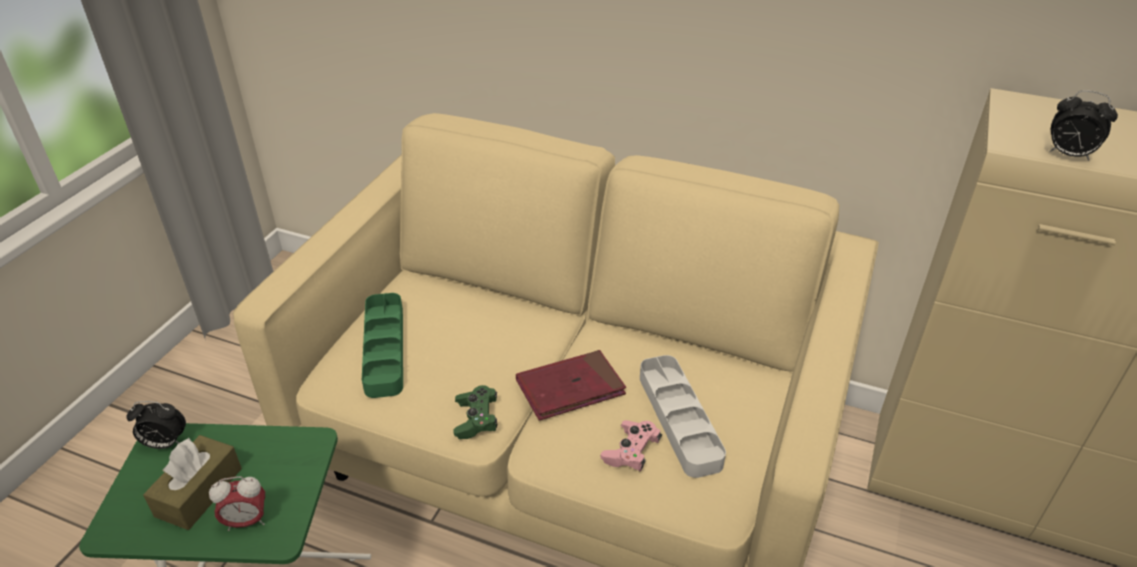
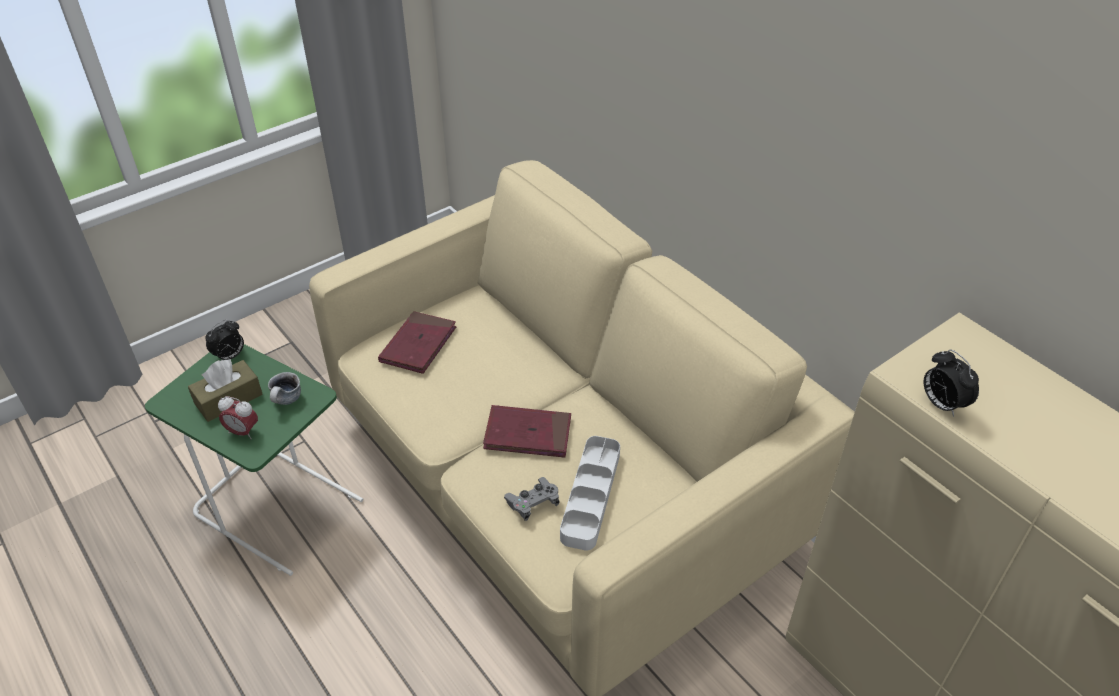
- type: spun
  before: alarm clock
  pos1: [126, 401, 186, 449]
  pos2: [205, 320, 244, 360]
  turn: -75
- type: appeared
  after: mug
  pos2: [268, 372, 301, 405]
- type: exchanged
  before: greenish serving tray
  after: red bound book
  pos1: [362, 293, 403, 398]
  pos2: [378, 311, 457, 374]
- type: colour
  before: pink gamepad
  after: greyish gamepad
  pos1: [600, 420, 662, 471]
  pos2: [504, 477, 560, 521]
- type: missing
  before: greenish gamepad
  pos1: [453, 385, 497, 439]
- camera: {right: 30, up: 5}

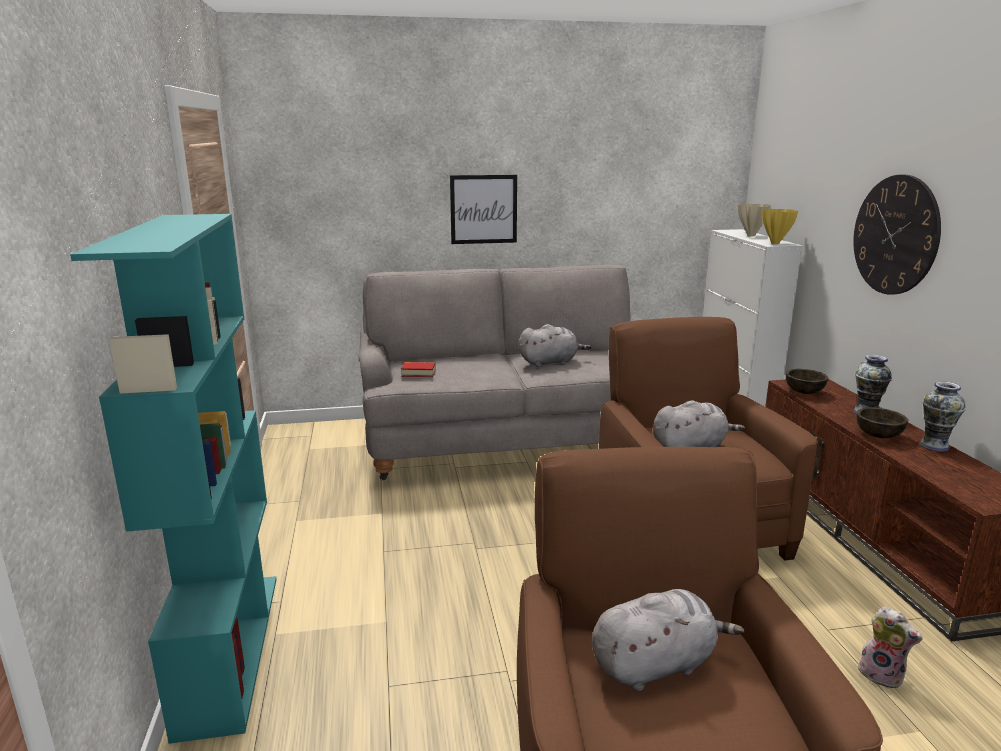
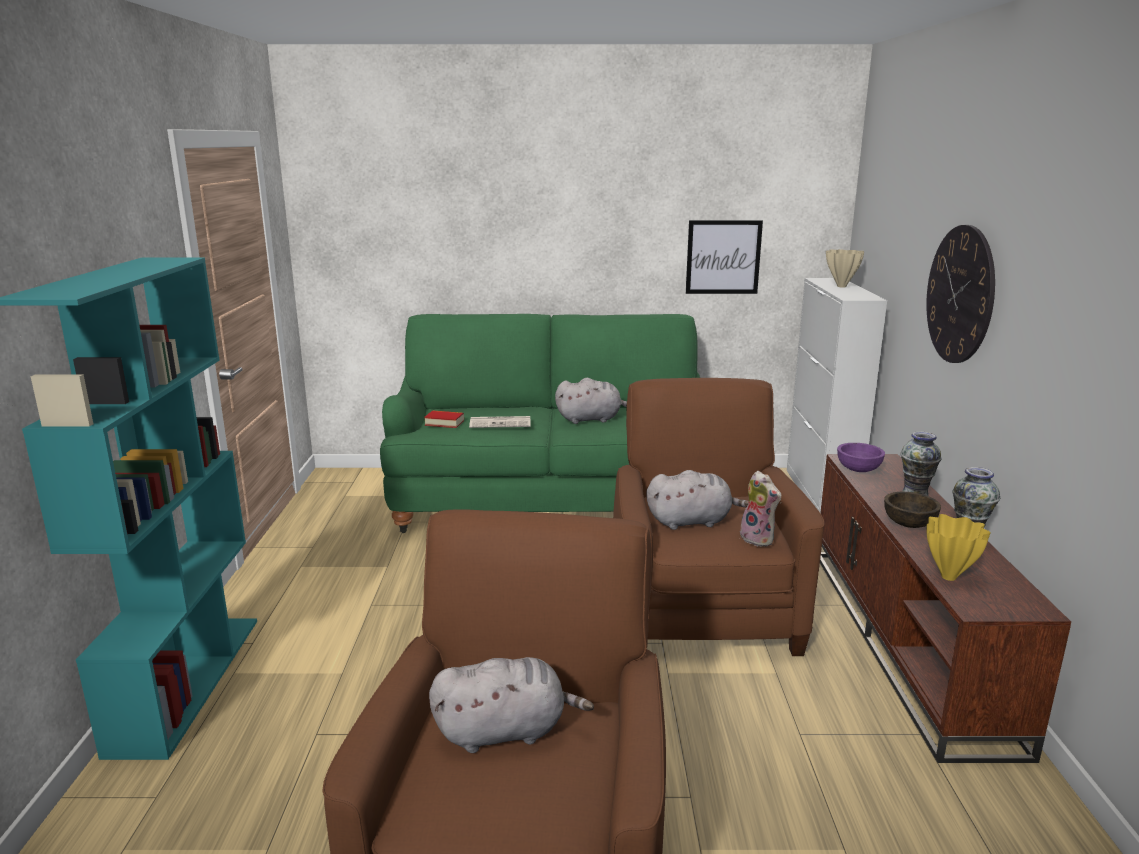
- type: colour
  before: greyish couch
  after: greenish couch
  pos1: [358, 265, 630, 480]
  pos2: [380, 314, 700, 533]
- type: appeared
  after: daily paper
  pos2: [469, 416, 531, 428]
- type: relocated
  before: wall picture
  pos1: [450, 175, 517, 244]
  pos2: [686, 220, 763, 294]
- type: relocated
  before: soft toy
  pos1: [858, 606, 922, 689]
  pos2: [740, 471, 781, 547]
- type: colour
  before: brown-coloured serving bowl
  after: purplish serving bowl
  pos1: [786, 369, 828, 394]
  pos2: [837, 443, 885, 472]
- type: relocated
  before: yellow-coloured decorative vase
  pos1: [762, 209, 798, 244]
  pos2: [927, 514, 991, 581]
- camera: {right: 10, up: 0}

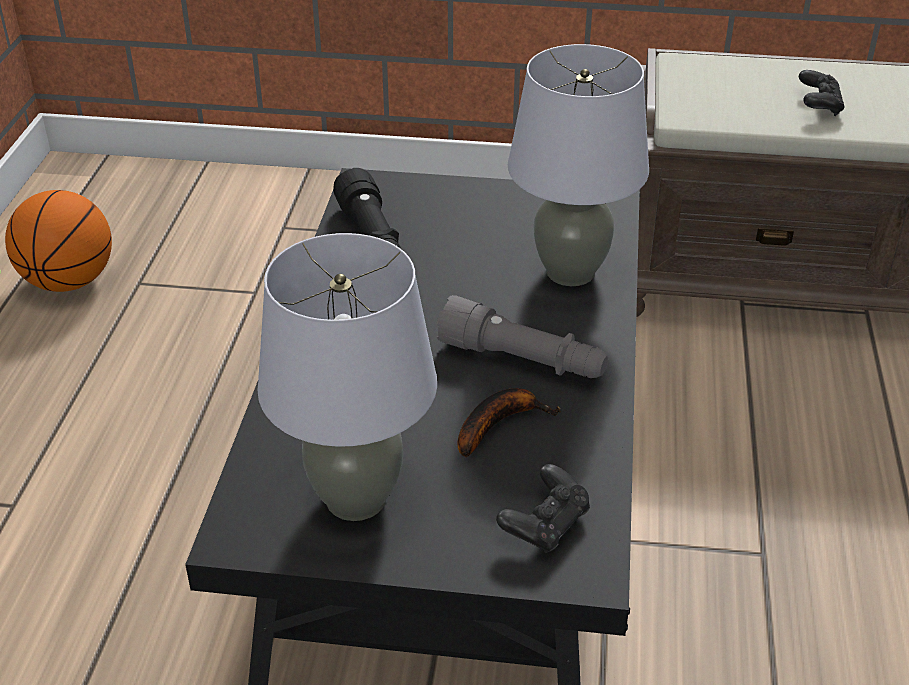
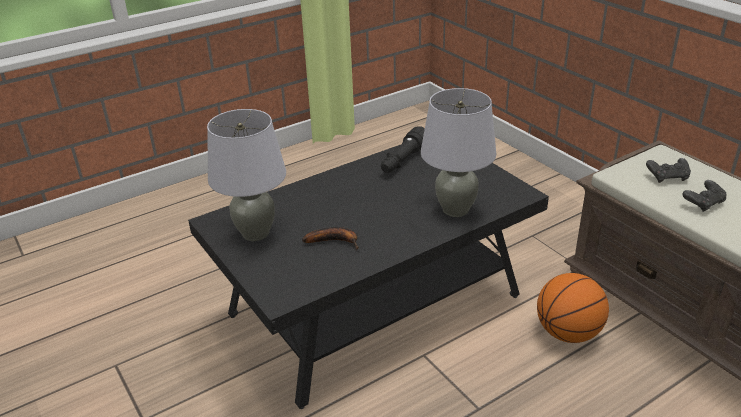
- type: relocated
  before: ball for basketball
  pos1: [5, 190, 112, 292]
  pos2: [537, 273, 609, 343]
- type: relocated
  before: black-coloured gamepad
  pos1: [496, 464, 590, 553]
  pos2: [646, 158, 691, 183]
- type: missing
  before: greyish torch
  pos1: [437, 295, 608, 378]
- camera: {right: 50, up: -5}

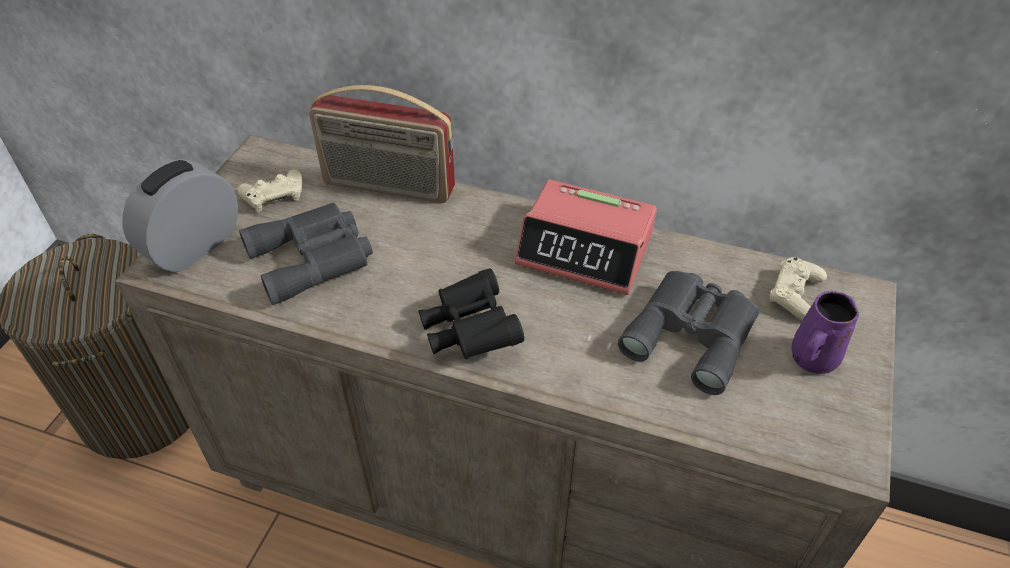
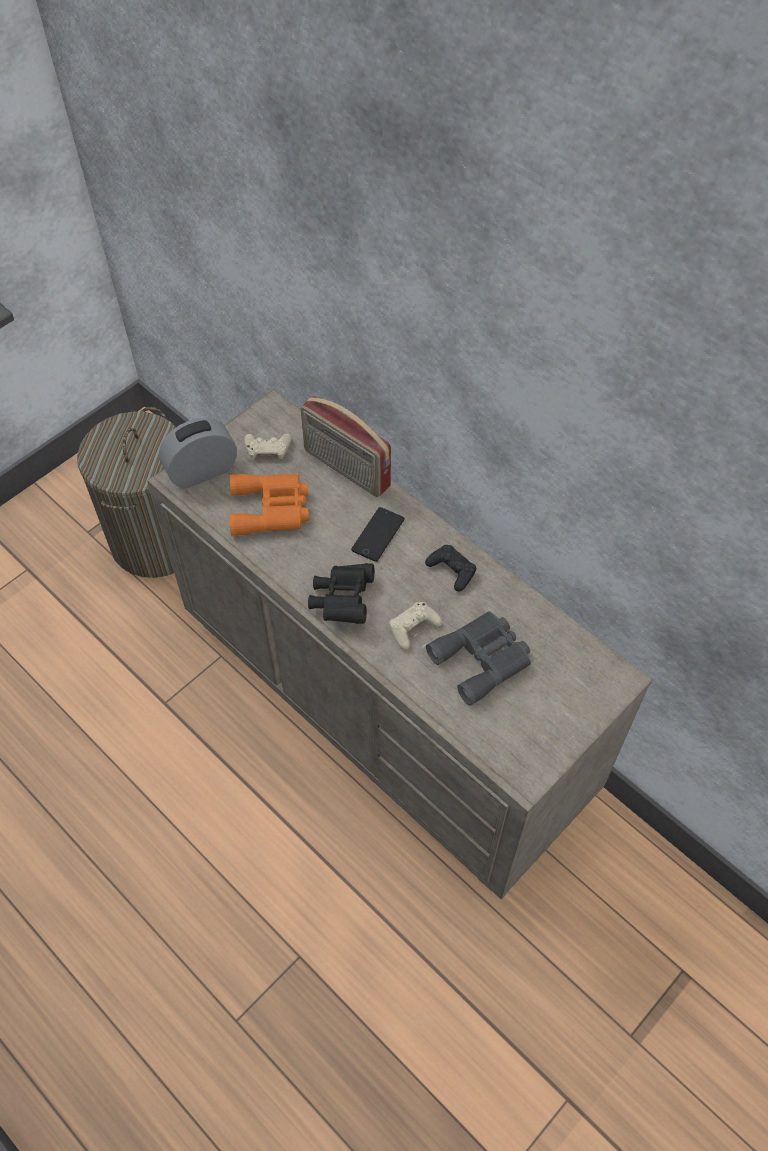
- type: colour
  before: greyish field glasses
  after: orange field glasses
  pos1: [239, 202, 373, 305]
  pos2: [230, 474, 309, 536]
- type: appeared
  after: handset
  pos2: [351, 507, 404, 562]
- type: relocated
  before: sand-coloured gamepad
  pos1: [770, 257, 827, 320]
  pos2: [389, 602, 442, 650]
- type: exchanged
  before: alarm clock
  after: black-coloured gamepad
  pos1: [514, 180, 657, 295]
  pos2: [425, 545, 476, 592]
- type: missing
  before: purplish mug
  pos1: [792, 291, 859, 374]
- camera: {right: 25, up: 10}

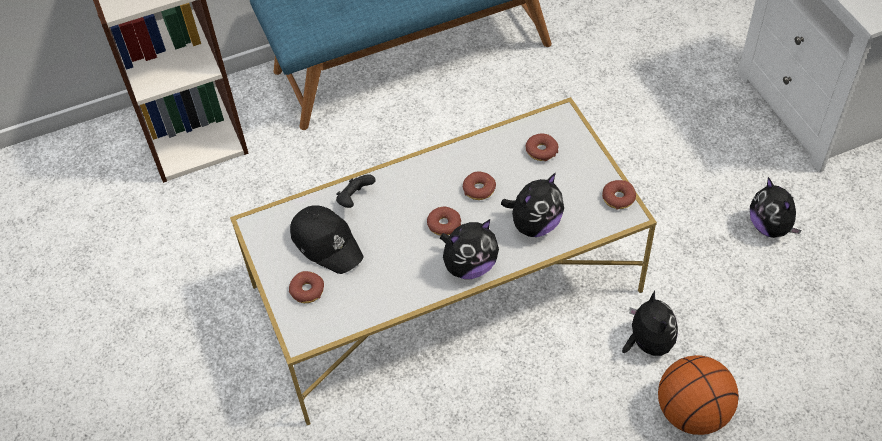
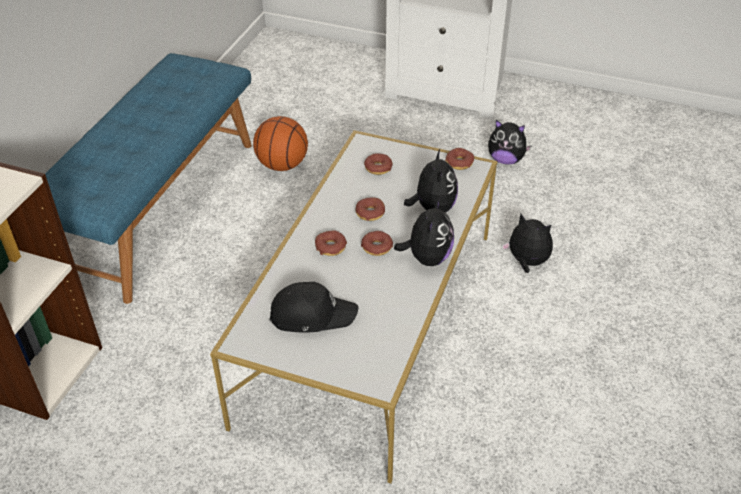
- type: relocated
  before: ball for basketball
  pos1: [658, 355, 739, 435]
  pos2: [253, 116, 308, 171]
- type: relocated
  before: doughnut
  pos1: [289, 271, 324, 303]
  pos2: [315, 230, 347, 256]
- type: missing
  before: black-coloured gamepad
  pos1: [336, 174, 376, 208]
- camera: {right: -50, up: -10}

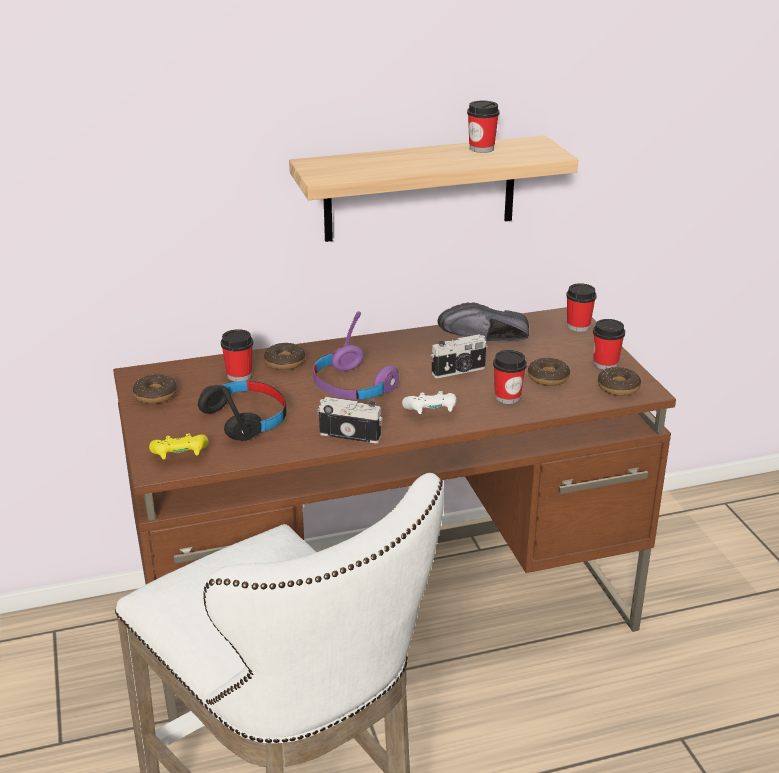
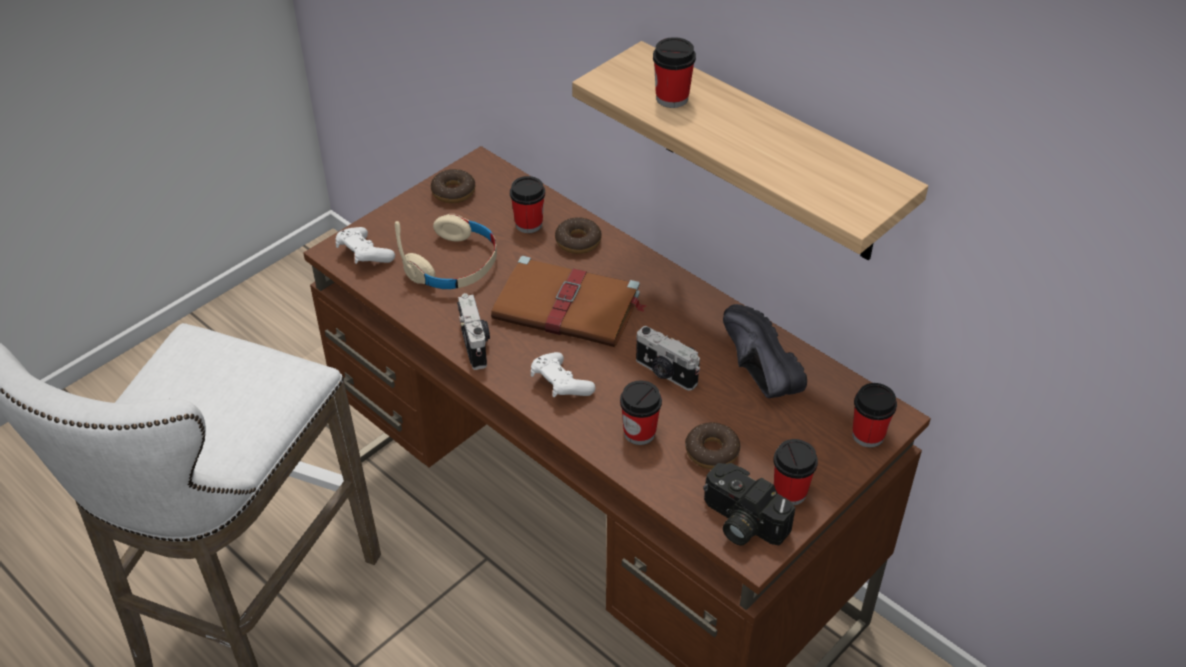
- type: colour
  before: yellow-coloured gamepad
  after: whitish gamepad
  pos1: [149, 433, 209, 460]
  pos2: [336, 227, 395, 264]
- type: colour
  before: black-coloured pair of headphones
  after: sand-coloured pair of headphones
  pos1: [198, 381, 286, 441]
  pos2: [395, 214, 497, 289]
- type: exchanged
  before: purplish pair of headphones
  after: brown-coloured bound book
  pos1: [313, 311, 399, 400]
  pos2: [491, 256, 646, 347]
- type: relocated
  before: cup
  pos1: [467, 101, 500, 153]
  pos2: [653, 37, 696, 108]
- type: exchanged
  before: doughnut
  after: still camera
  pos1: [598, 367, 641, 396]
  pos2: [703, 463, 795, 546]
- camera: {right: 60, up: 15}

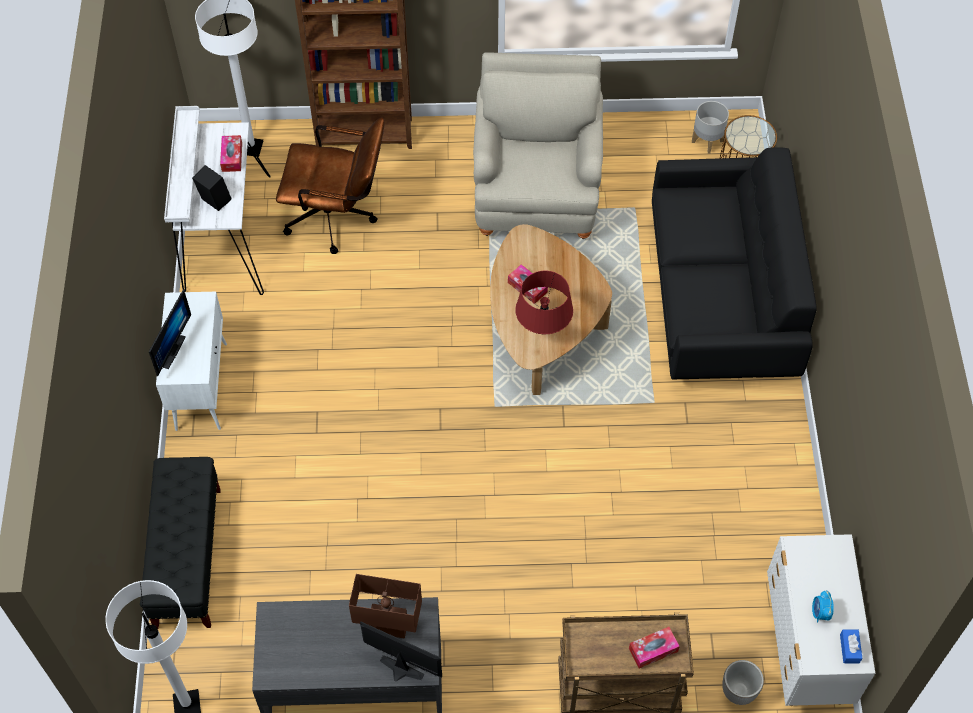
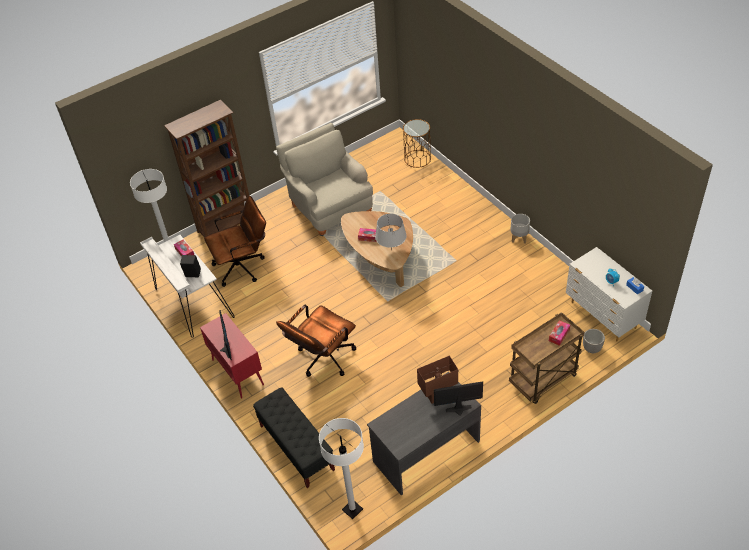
- type: colour
  before: whitish storage cabinet
  after: red storage cabinet
  pos1: [156, 292, 227, 431]
  pos2: [200, 313, 264, 398]
- type: appeared
  after: brown-coloured office chair
  pos2: [276, 305, 356, 377]
- type: colour
  before: red lamp for a table
  after: greyish lamp for a table
  pos1: [515, 271, 573, 334]
  pos2: [375, 213, 407, 249]
- type: relocated
  before: greyish flower pot
  pos1: [692, 101, 729, 154]
  pos2: [510, 214, 530, 244]
- type: missing
  before: black-coloured couch
  pos1: [652, 147, 817, 380]
- camera: {right: -30, up: -10}

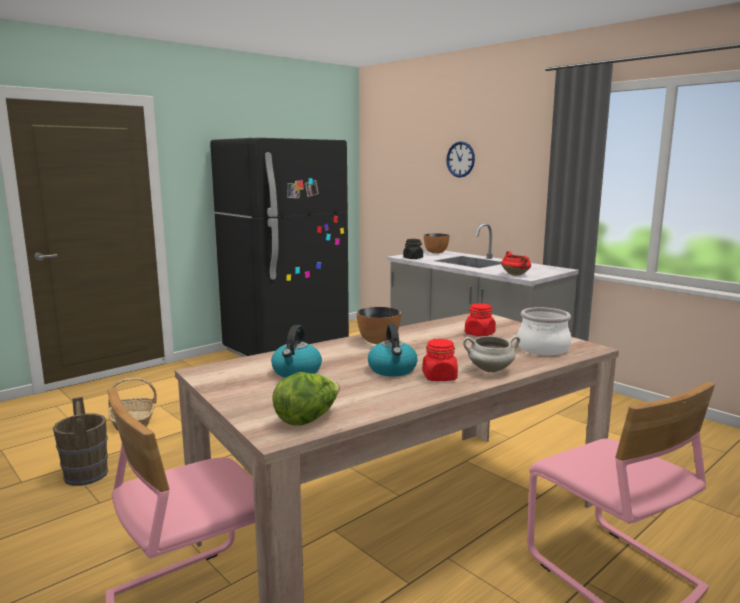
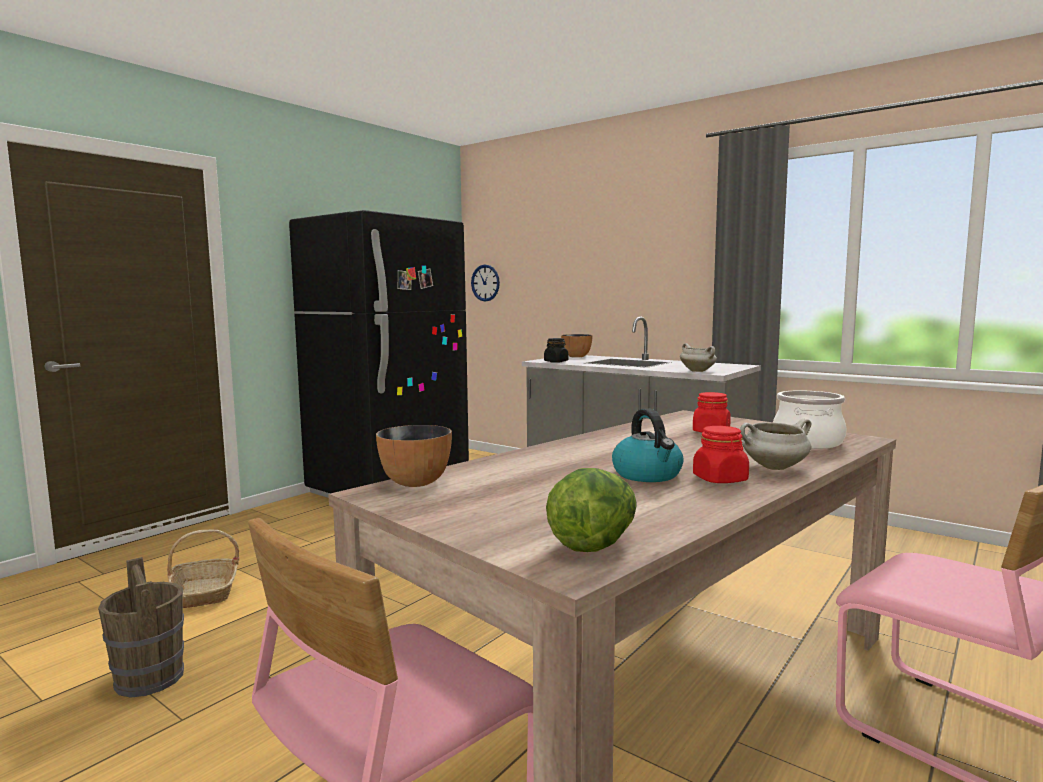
- type: relocated
  before: serving bowl
  pos1: [357, 307, 401, 344]
  pos2: [376, 425, 452, 487]
- type: relocated
  before: clock on the wall
  pos1: [446, 141, 475, 178]
  pos2: [471, 264, 500, 302]
- type: colour
  before: red cooking pot
  after: whitish cooking pot
  pos1: [501, 251, 531, 276]
  pos2: [680, 343, 717, 372]
- type: missing
  before: water kettle
  pos1: [271, 325, 322, 378]
- camera: {right: -10, up: -5}

